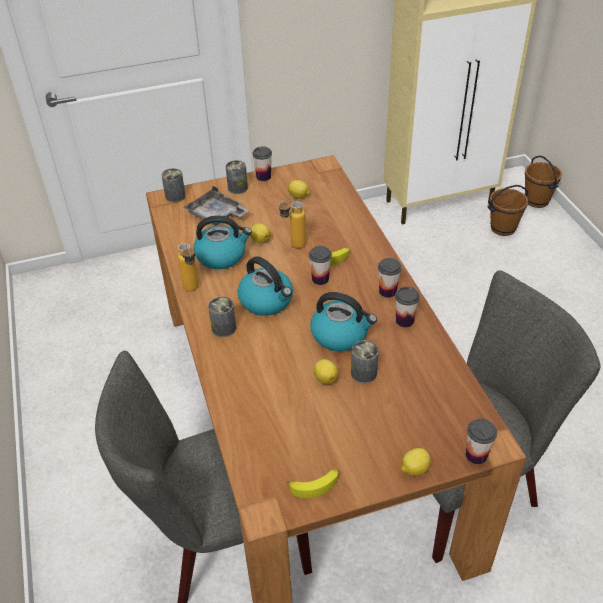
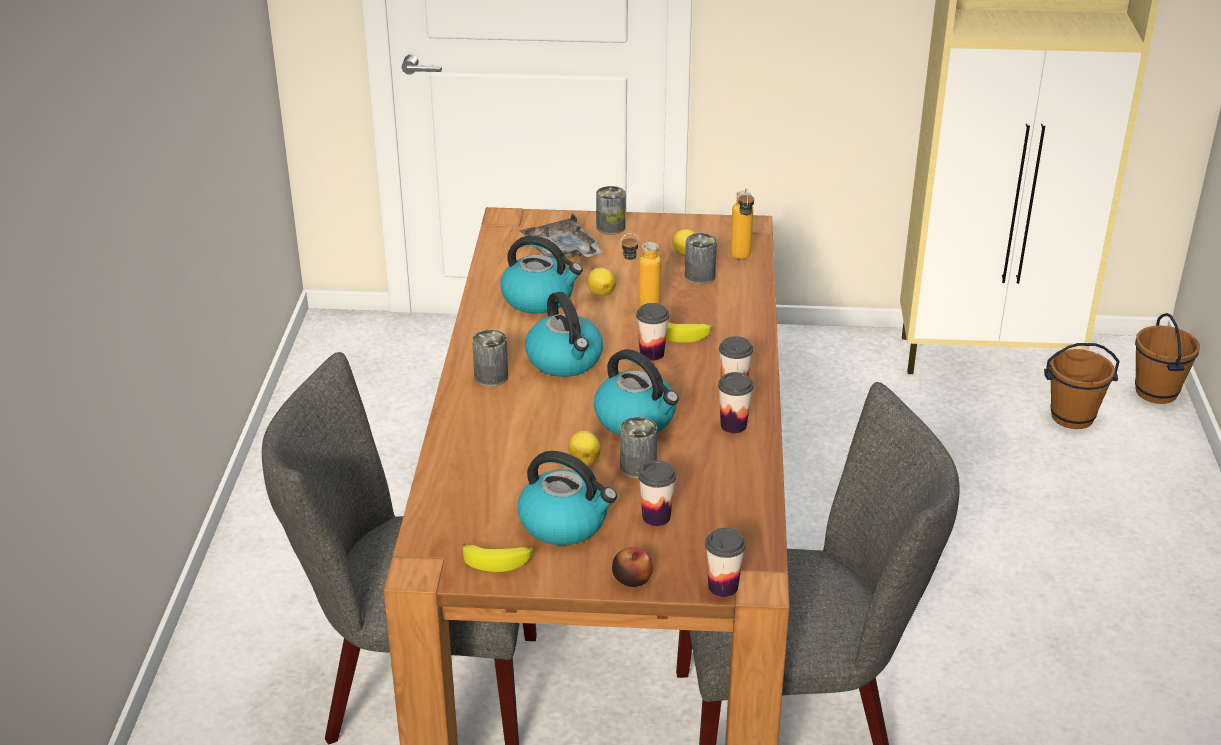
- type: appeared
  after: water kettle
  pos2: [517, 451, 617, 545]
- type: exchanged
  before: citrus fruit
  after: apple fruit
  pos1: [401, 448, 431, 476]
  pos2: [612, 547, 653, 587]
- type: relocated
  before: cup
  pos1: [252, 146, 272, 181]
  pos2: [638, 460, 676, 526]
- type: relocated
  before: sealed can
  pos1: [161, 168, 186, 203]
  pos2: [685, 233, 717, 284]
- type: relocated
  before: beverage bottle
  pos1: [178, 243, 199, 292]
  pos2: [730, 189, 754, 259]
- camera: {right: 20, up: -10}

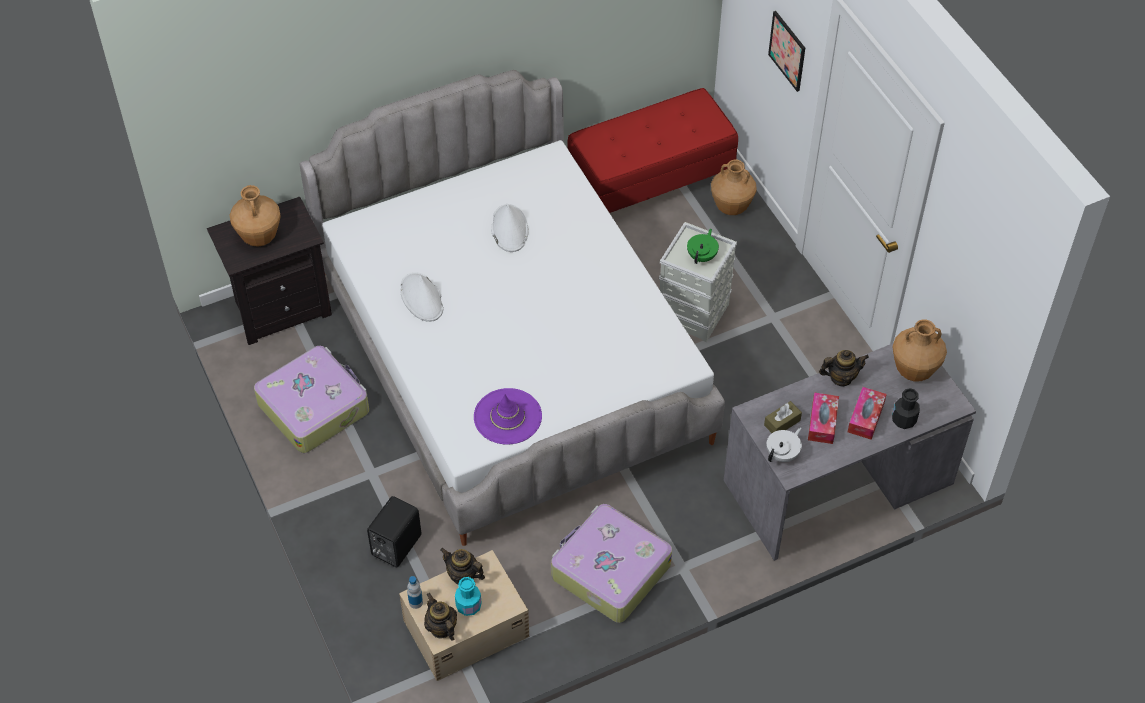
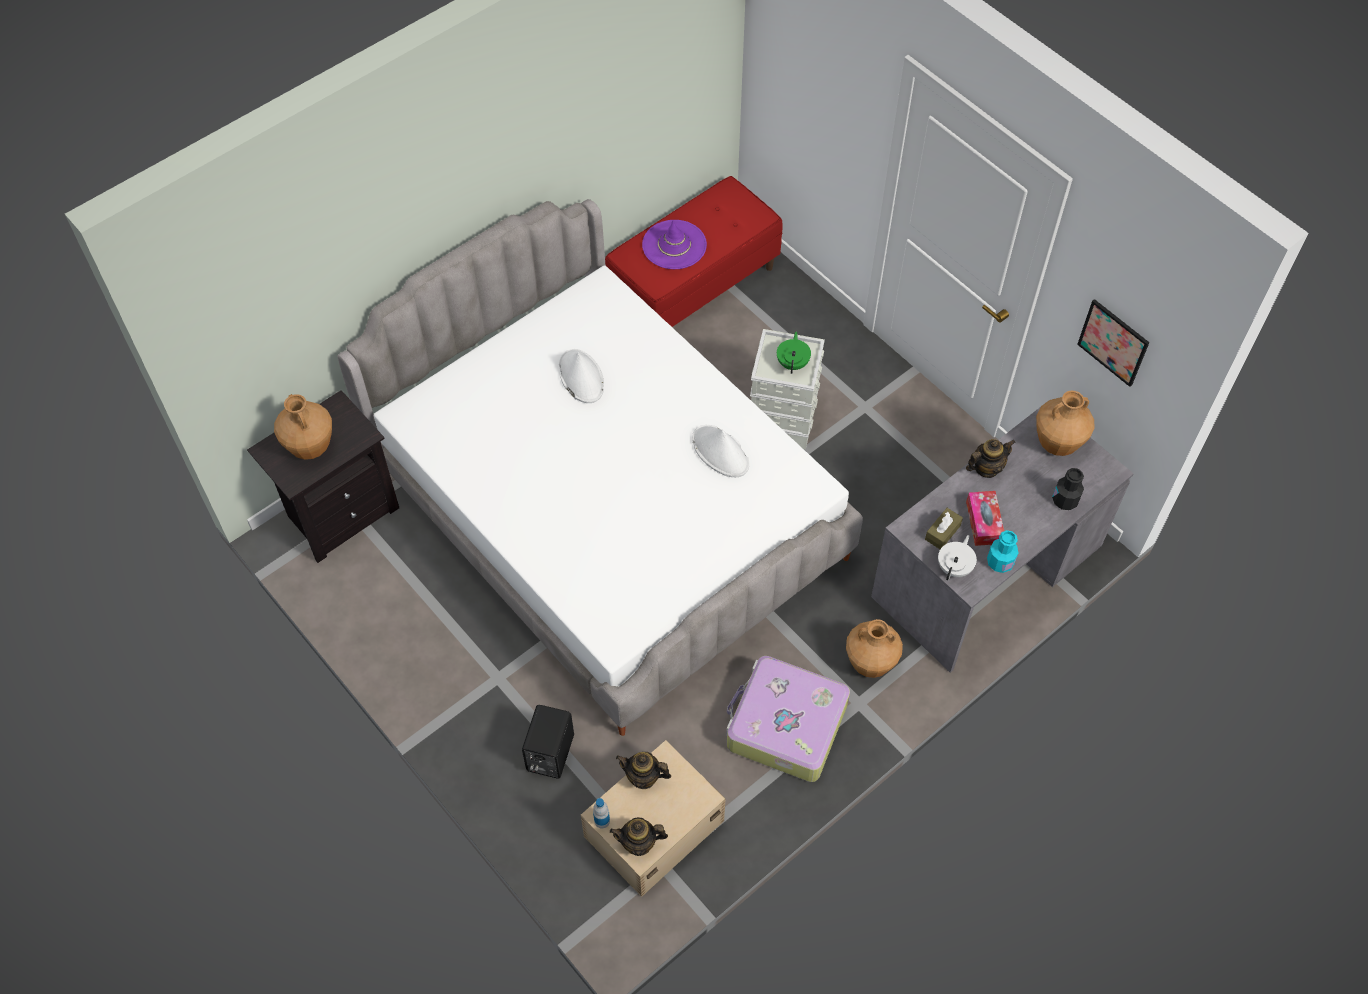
- type: spun
  before: pot for tea
  pos1: [424, 593, 457, 641]
  pos2: [610, 817, 668, 856]
  turn: -45
- type: relocated
  before: purplish hat
  pos1: [474, 388, 542, 445]
  pos2: [642, 220, 707, 269]
- type: relocated
  before: whitish hat
  pos1: [400, 272, 444, 322]
  pos2: [692, 425, 749, 477]
- type: relocated
  before: brown-coloured decorative vase
  pos1: [711, 160, 757, 215]
  pos2: [846, 619, 903, 678]
- type: relocated
  before: turquoise-coloured beverage bottle
  pos1: [455, 577, 482, 616]
  pos2: [987, 530, 1018, 573]
- type: relocated
  before: wall picture
  pos1: [768, 11, 805, 92]
  pos2: [1077, 299, 1149, 387]
- type: missing
  before: suitcase
  pos1: [254, 346, 369, 453]
- type: missing
  before: tissue box
  pos1: [848, 387, 887, 440]
- camera: {right: -15, up: 5}

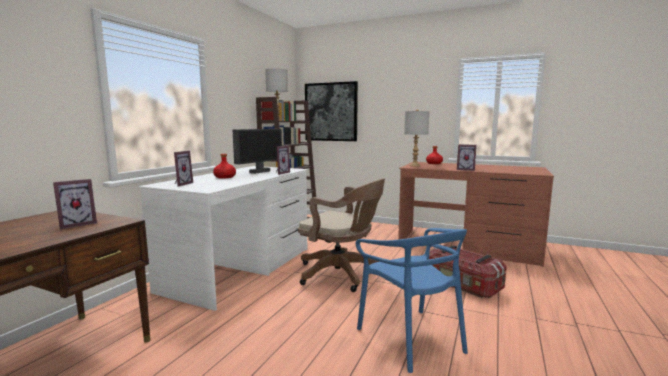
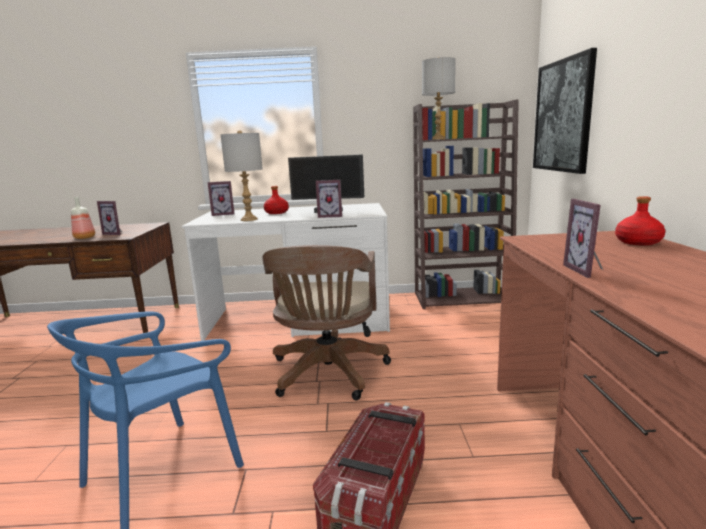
- type: appeared
  after: beverage bottle
  pos2: [71, 197, 95, 239]
- type: relocated
  before: greyish lamp for a table
  pos1: [404, 109, 429, 167]
  pos2: [221, 130, 263, 221]
- camera: {right: 65, up: 5}

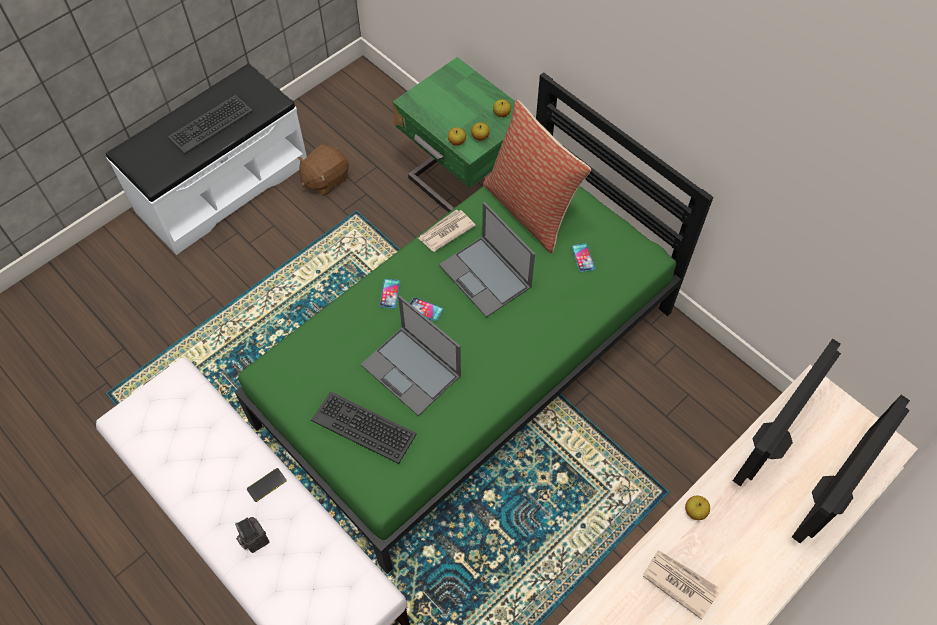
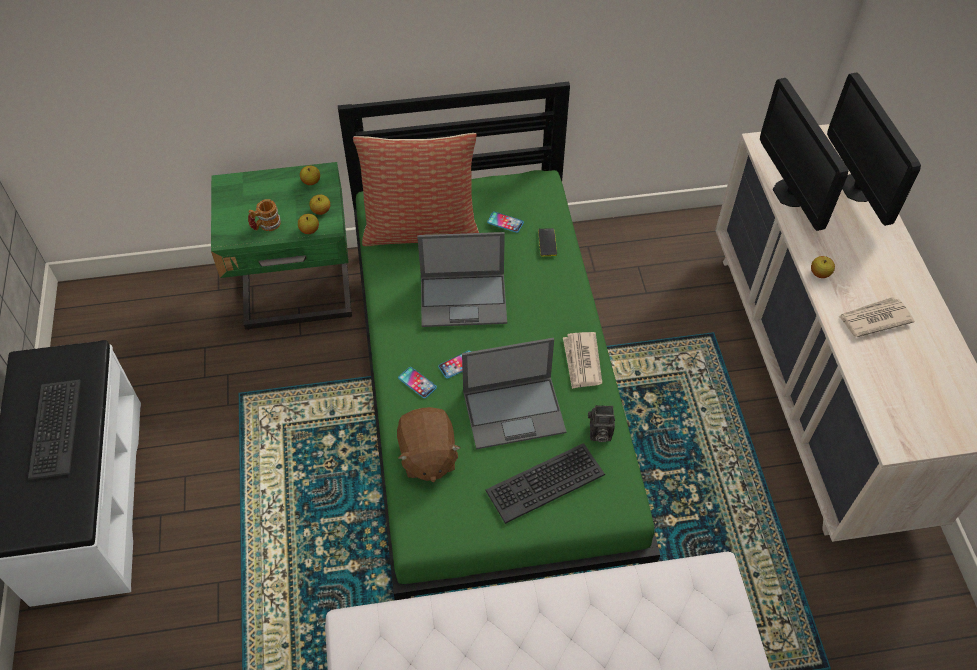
- type: appeared
  after: mug
  pos2: [248, 199, 281, 231]
- type: relocated
  before: brown-coloured soft toy
  pos1: [297, 144, 349, 196]
  pos2: [397, 407, 461, 482]
- type: relocated
  before: handset
  pos1: [247, 468, 287, 502]
  pos2: [538, 228, 557, 256]
- type: relocated
  before: daily paper
  pos1: [418, 209, 476, 252]
  pos2: [563, 332, 602, 389]
- type: relocated
  before: still camera
  pos1: [235, 517, 269, 553]
  pos2: [588, 405, 615, 442]
- camera: {right: -55, up: -5}

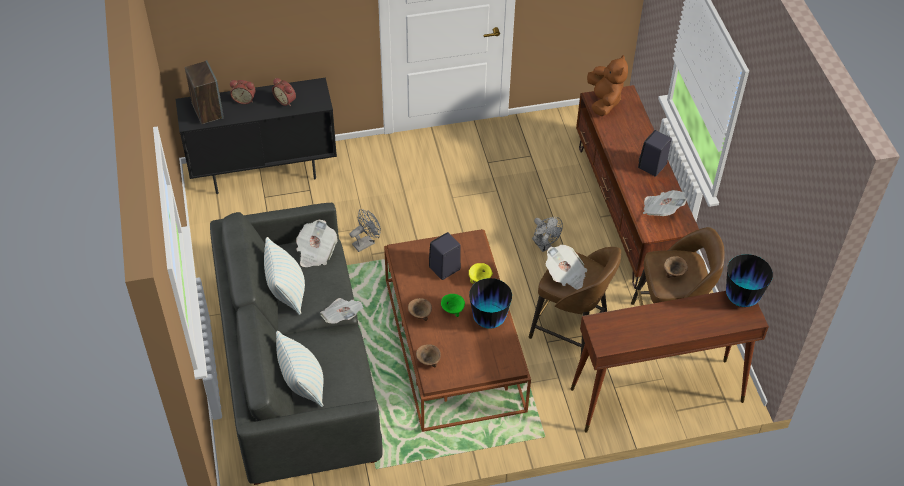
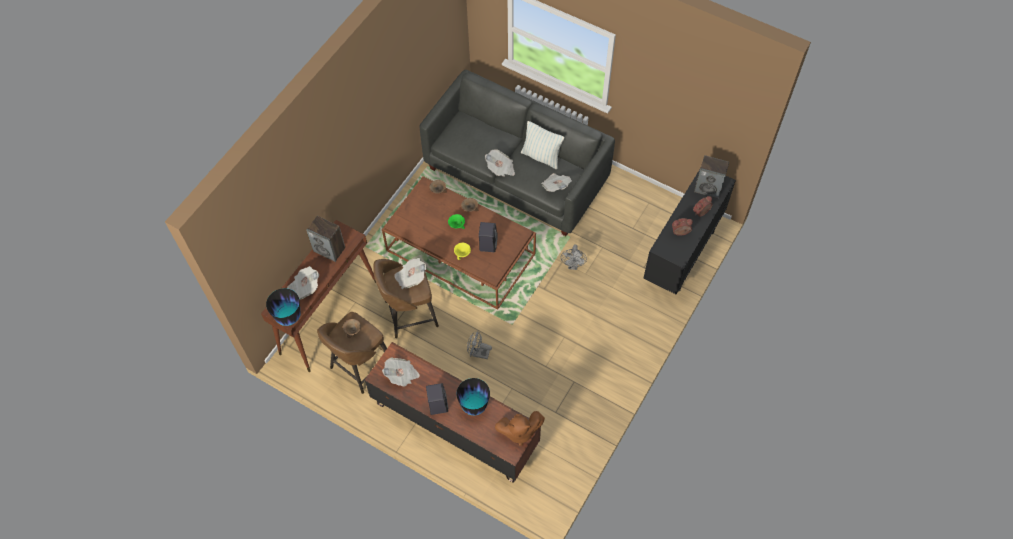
- type: appeared
  after: daily paper
  pos2: [287, 266, 319, 300]
- type: appeared
  after: speaker
  pos2: [306, 216, 345, 262]
- type: relocated
  before: decorative vase
  pos1: [469, 278, 512, 329]
  pos2: [456, 378, 490, 415]
- type: spun
  before: brown-coloured soft toy
  pos1: [587, 55, 628, 116]
  pos2: [495, 411, 545, 446]
  turn: -45
- type: missing
  before: cushion
  pos1: [276, 331, 323, 407]
- camera: {right: 135, up: 10}

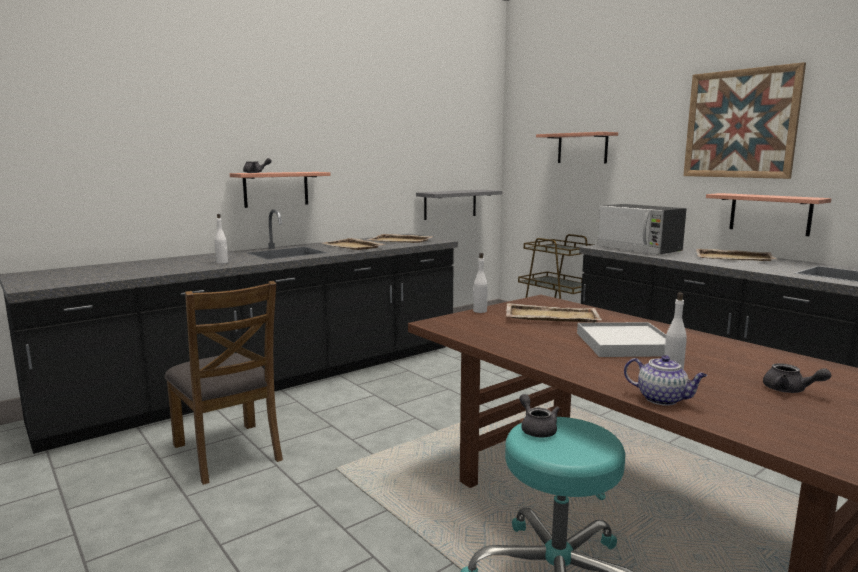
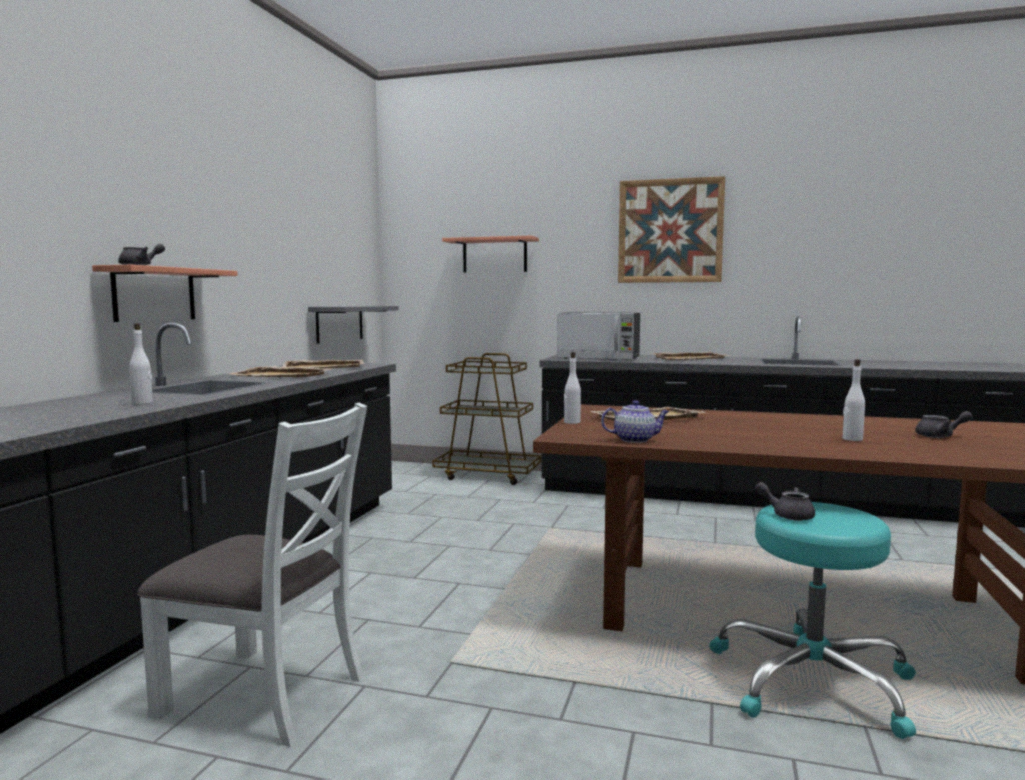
- type: colour
  before: brown-coloured chair
  after: whitish chair
  pos1: [164, 281, 283, 485]
  pos2: [137, 403, 367, 747]
- type: relocated
  before: pot for tea
  pos1: [624, 355, 707, 406]
  pos2: [601, 400, 669, 443]
- type: missing
  before: whitish serving tray
  pos1: [577, 322, 666, 357]
- type: missing
  before: shelf
  pos1: [706, 193, 832, 236]
- camera: {right: -35, up: -5}

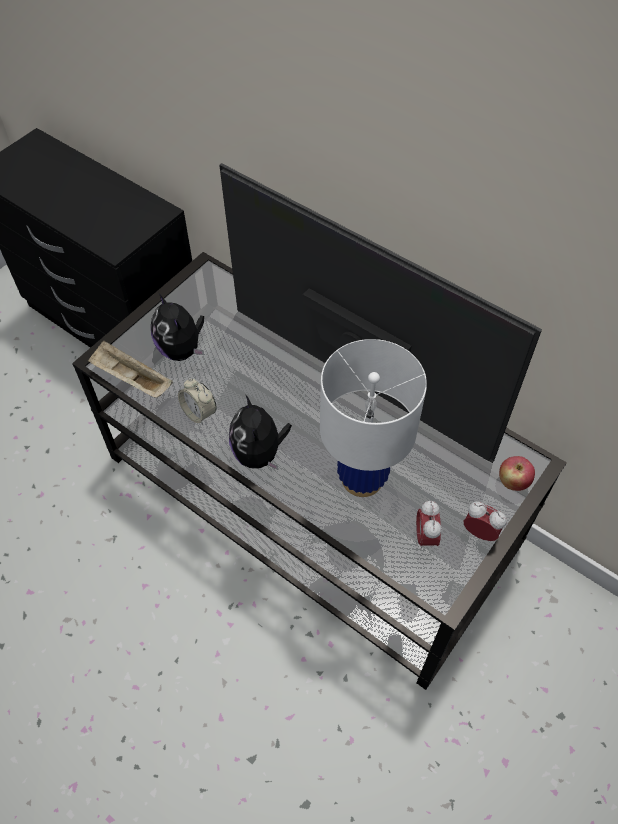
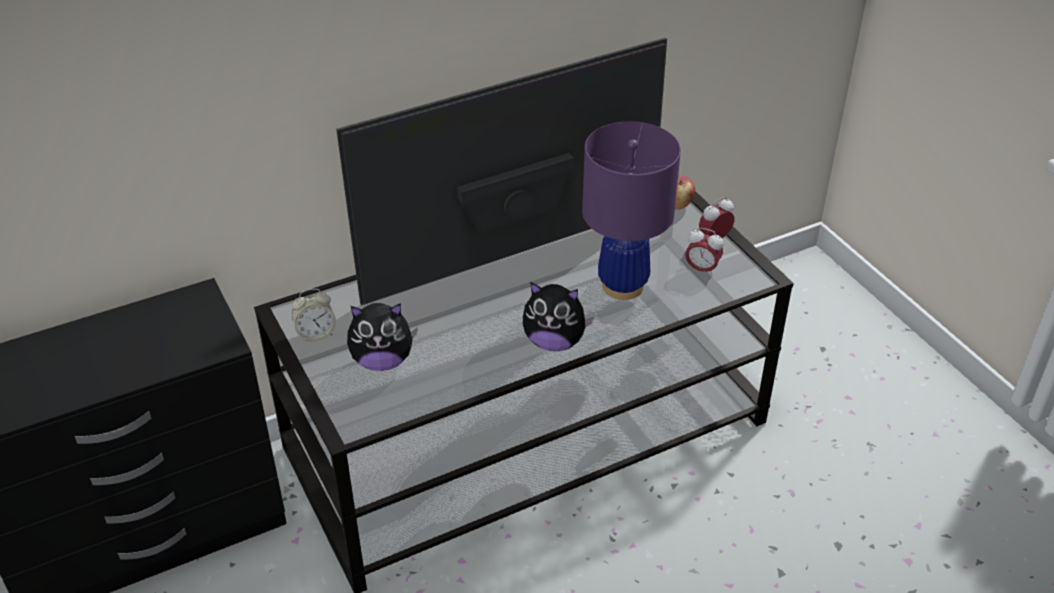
- type: relocated
  before: alarm clock
  pos1: [178, 378, 217, 425]
  pos2: [292, 289, 336, 342]
- type: colour
  before: whitish lamp for a table
  after: purplish lamp for a table
  pos1: [320, 339, 427, 497]
  pos2: [582, 121, 681, 300]
- type: missing
  before: sand-coloured serving tray
  pos1: [88, 340, 173, 398]
- camera: {right: -65, up: -15}

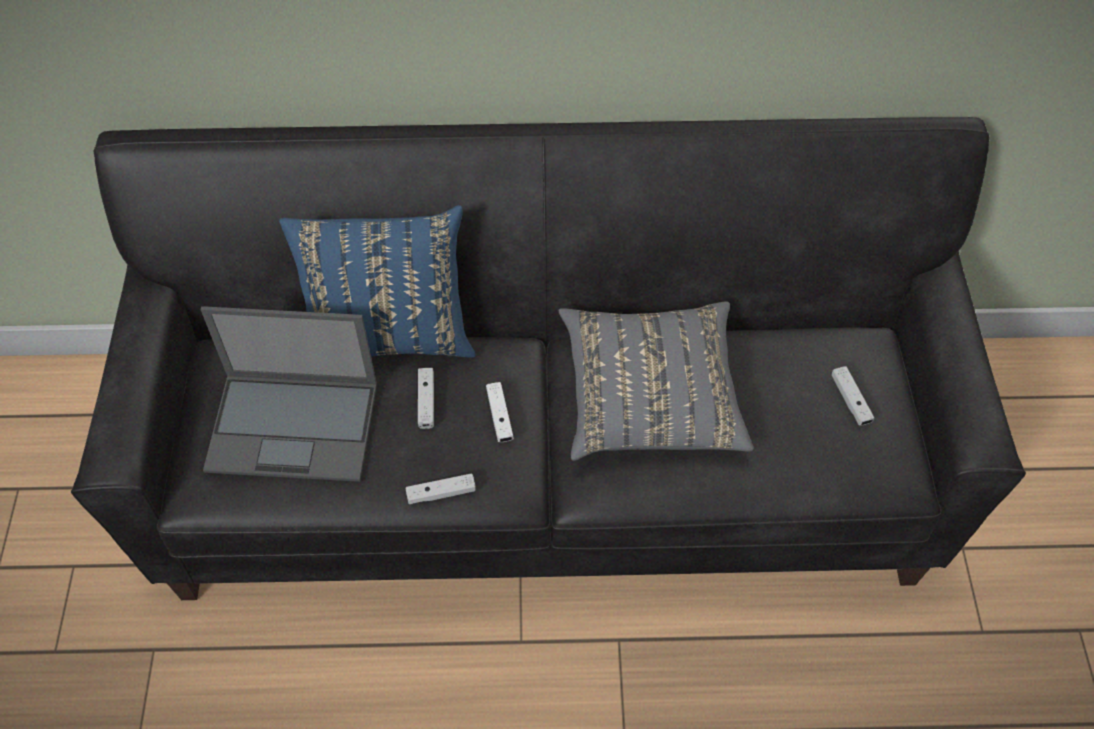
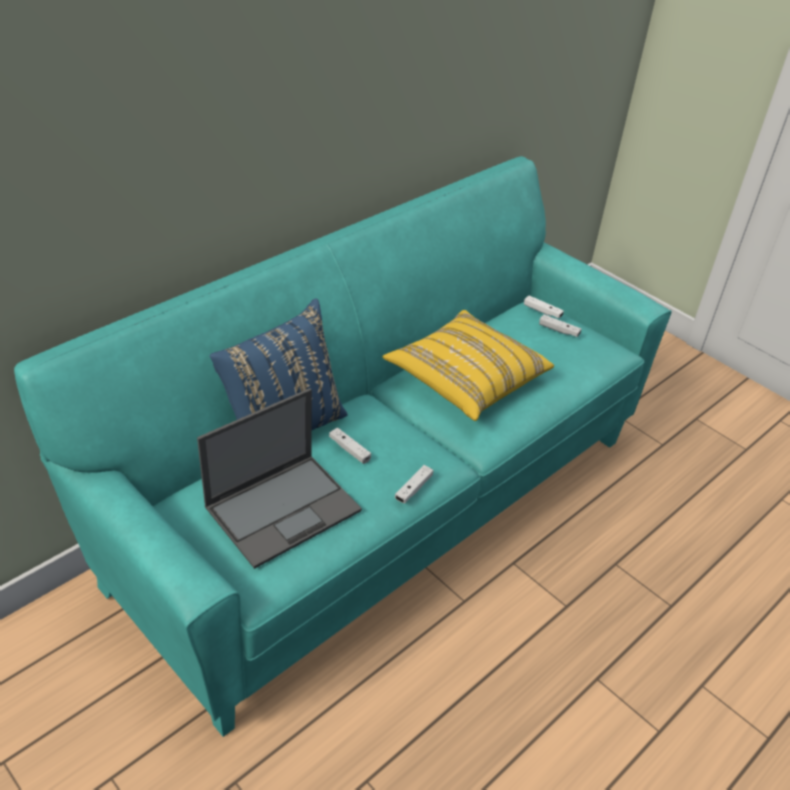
- type: colour
  before: black-coloured couch
  after: turquoise-coloured couch
  pos1: [71, 117, 1026, 600]
  pos2: [14, 156, 672, 737]
- type: colour
  before: greyish cushion
  after: yellow-coloured cushion
  pos1: [559, 301, 754, 461]
  pos2: [382, 310, 554, 421]
- type: relocated
  before: whitish gamepad
  pos1: [486, 382, 514, 442]
  pos2: [524, 296, 564, 318]
- camera: {right: -45, up: -15}

